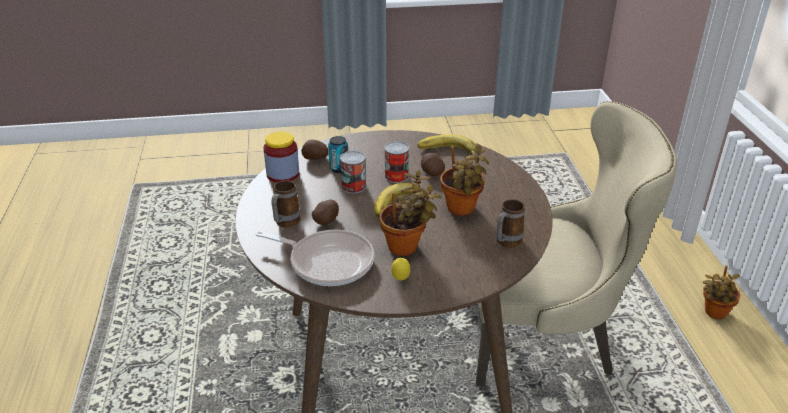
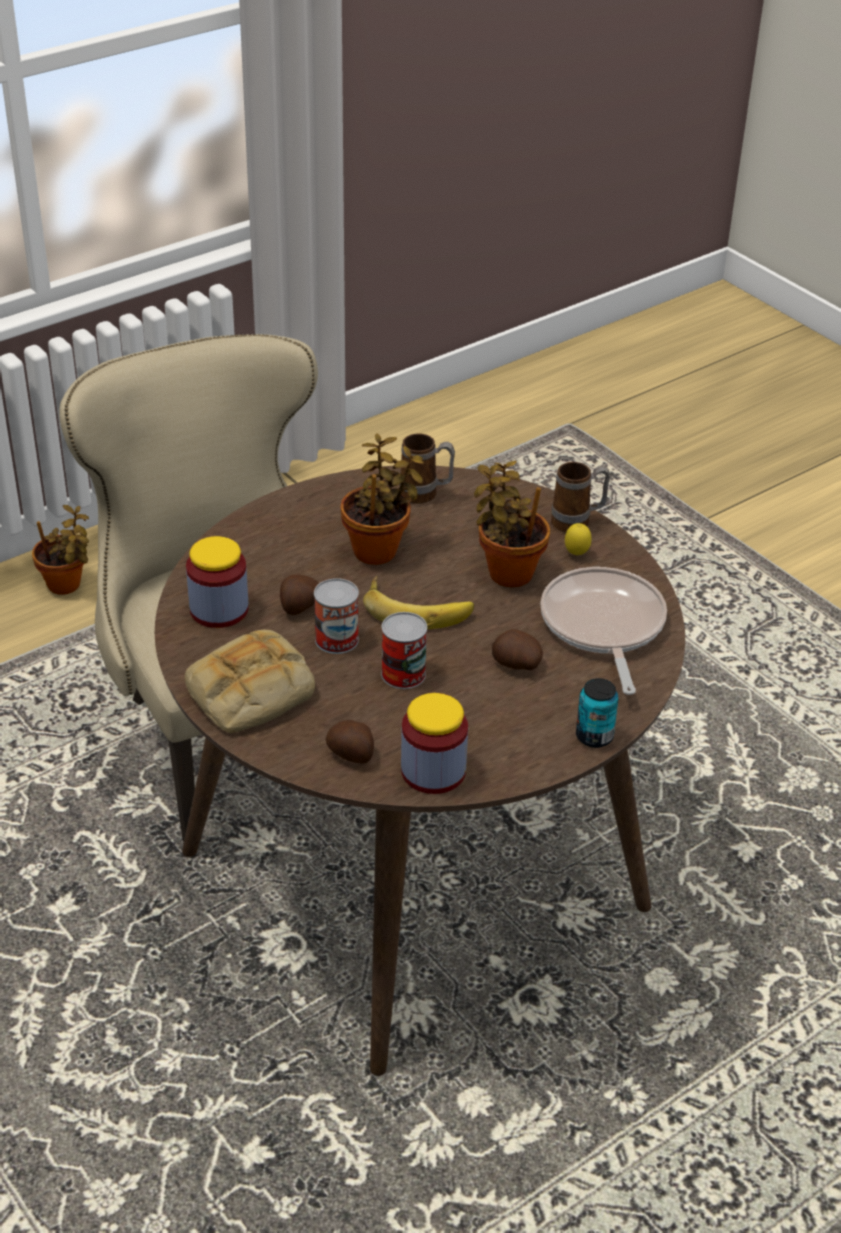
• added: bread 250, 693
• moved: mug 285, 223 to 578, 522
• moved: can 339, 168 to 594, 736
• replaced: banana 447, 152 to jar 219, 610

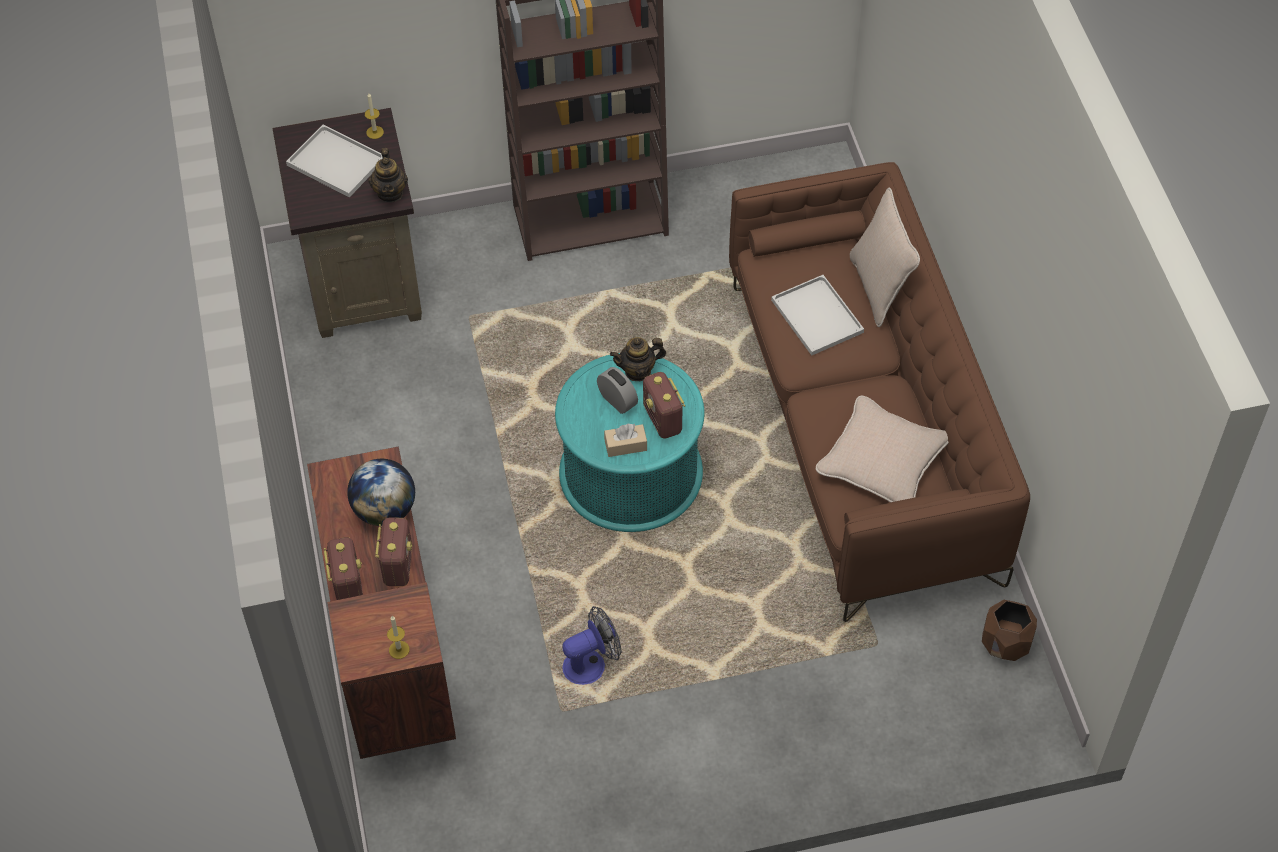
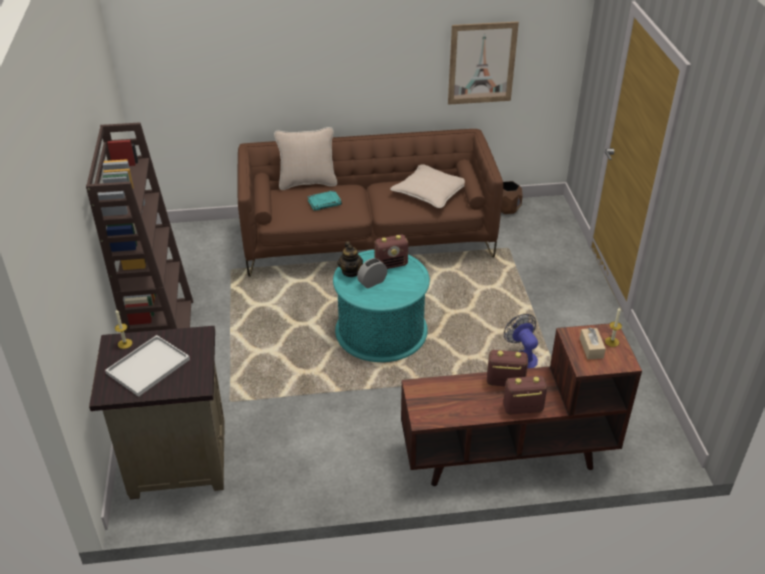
• removed: globe 384, 510
• removed: teapot 390, 193
• added: picture 482, 63
• moved: tissue box in beige 625, 445 to 591, 348
• replaced: tray in white 819, 317 to book in turquoise 325, 202

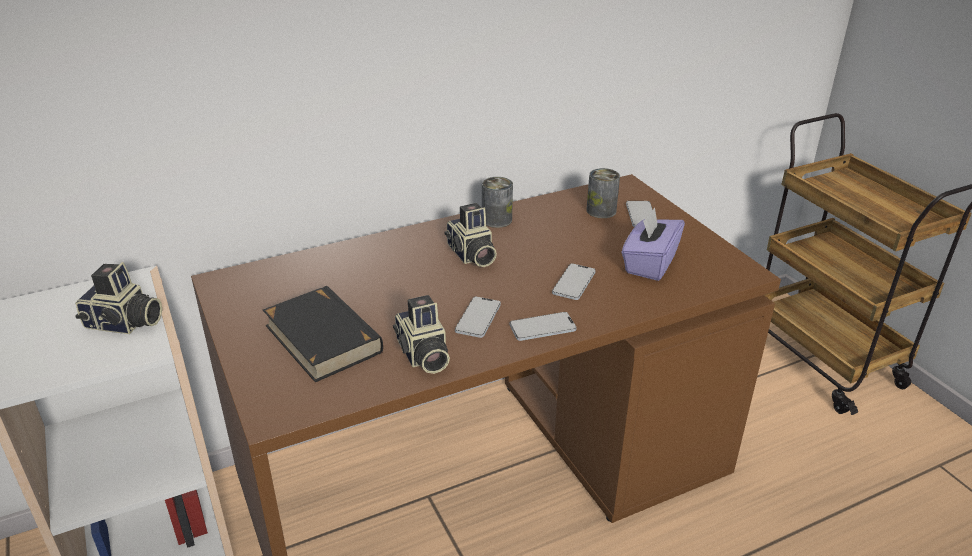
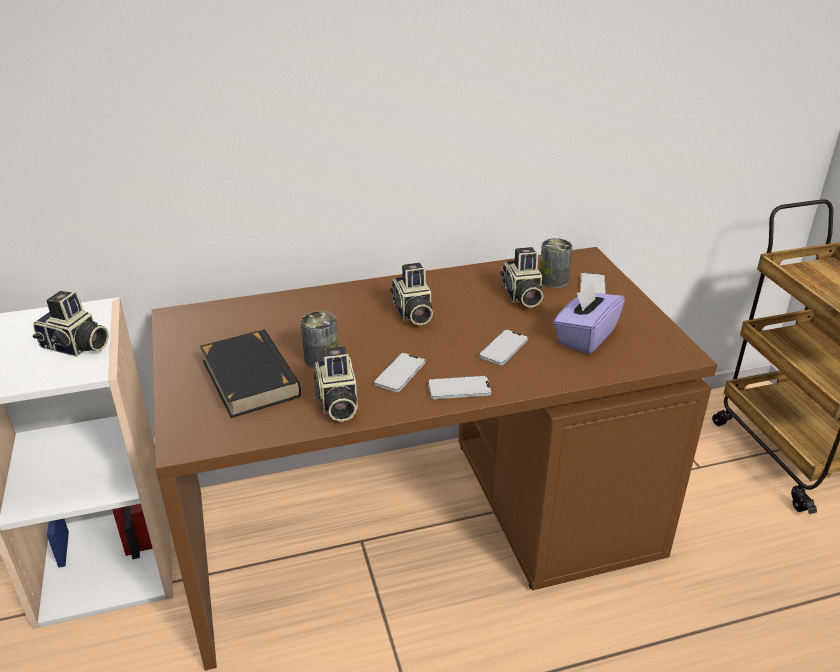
• added: photo camera 521, 296
• moved: can 496, 220 to 321, 359

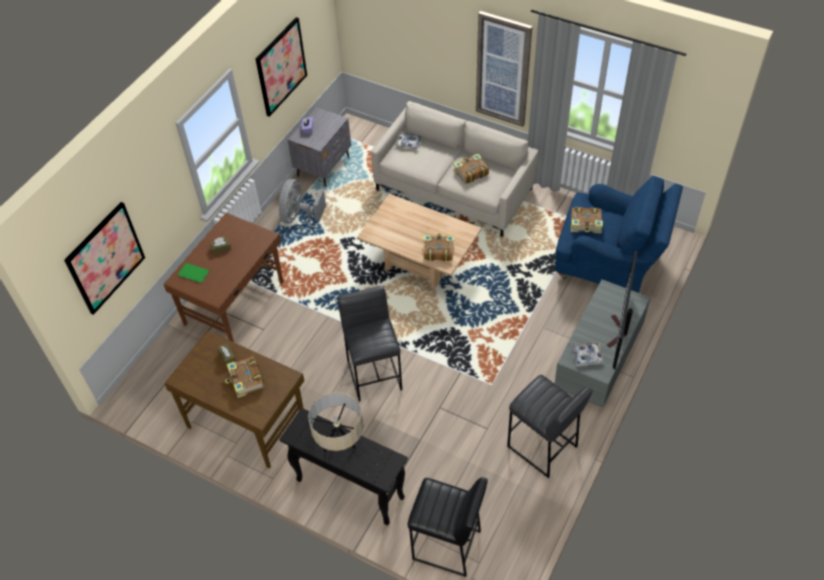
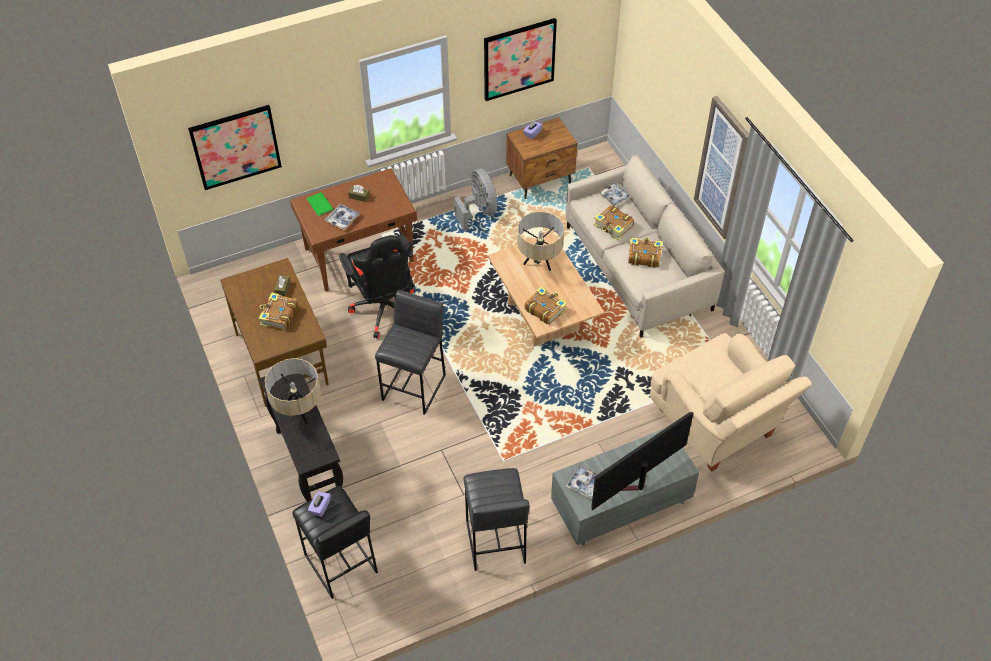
• added: tissue box in purple 320, 507
• added: tray 342, 219
• added: office chair in black 383, 305
• added: table lamp in beige 539, 264
• moved: book 586, 224 to 613, 226
• recoloured: nightstand in grey 324, 167 to nightstand in brown 540, 180
• recoloured: armchair in blue 608, 265 to armchair in beige 716, 426
• turned: fan in grey 299, 216 = 479, 211 105 degrees clockwise

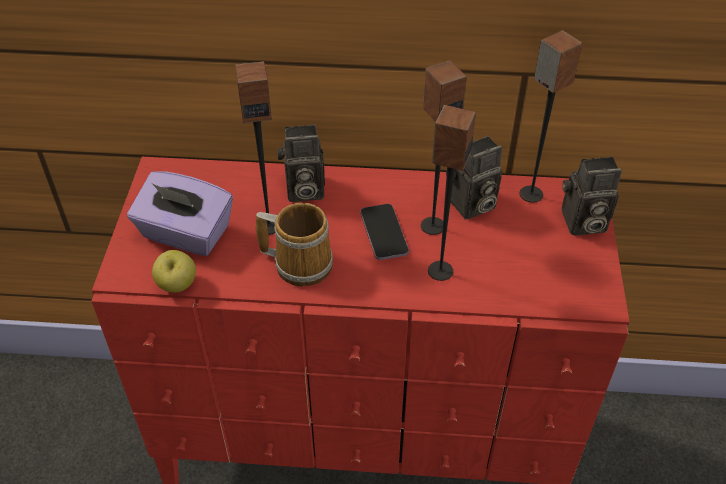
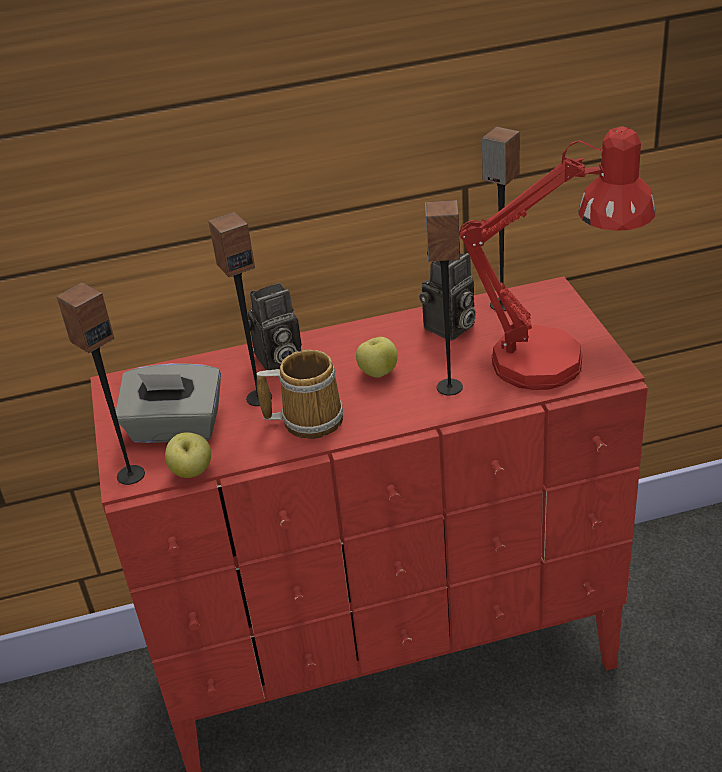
• removed: photo camera 582, 223
• added: table lamp in red 557, 362
• moved: speaker 432, 225 to 130, 475
• replaced: phone 384, 233 to apple 378, 373
• recoloured: tissue box in purple 185, 234 to tissue box in grey 176, 428

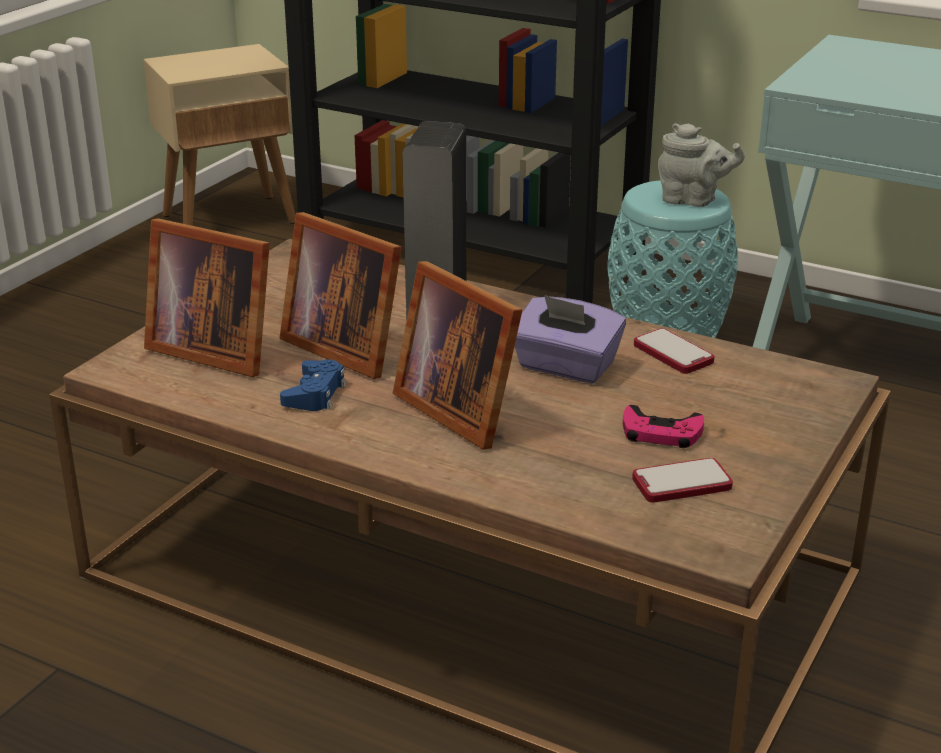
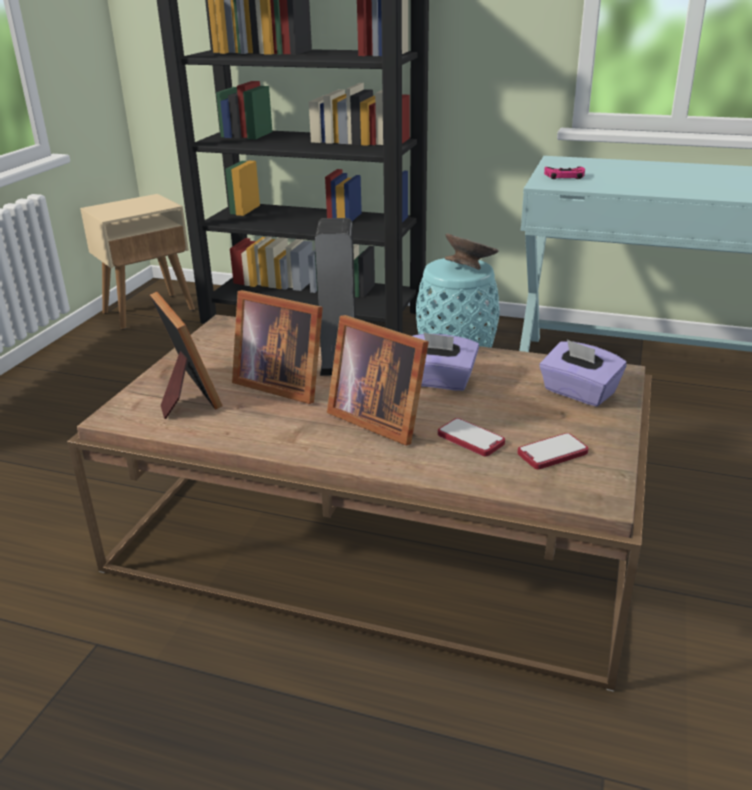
• removed: game controller in blue 315, 394
• added: tissue box in purple 578, 393
• moved: game controller in pink 661, 433 to 564, 176
• moved: phone 673, 353 to 470, 439
• replaced: teapot in grey 693, 201 to bowl in grey 469, 268
• turned: picture frame 212, 349 = 185, 395 135 degrees counterclockwise

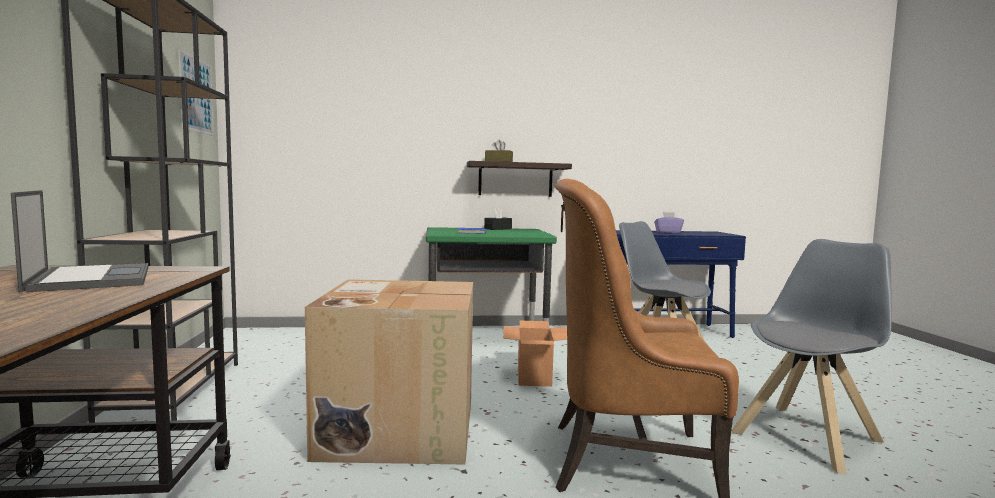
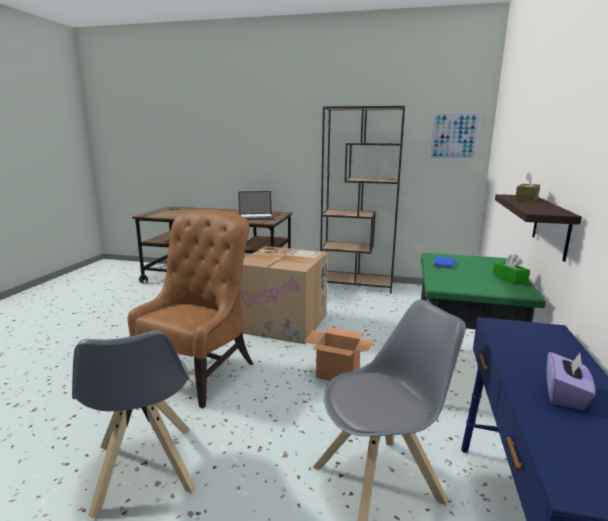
• recoloured: tissue box in black 498, 229 to tissue box in green 509, 278

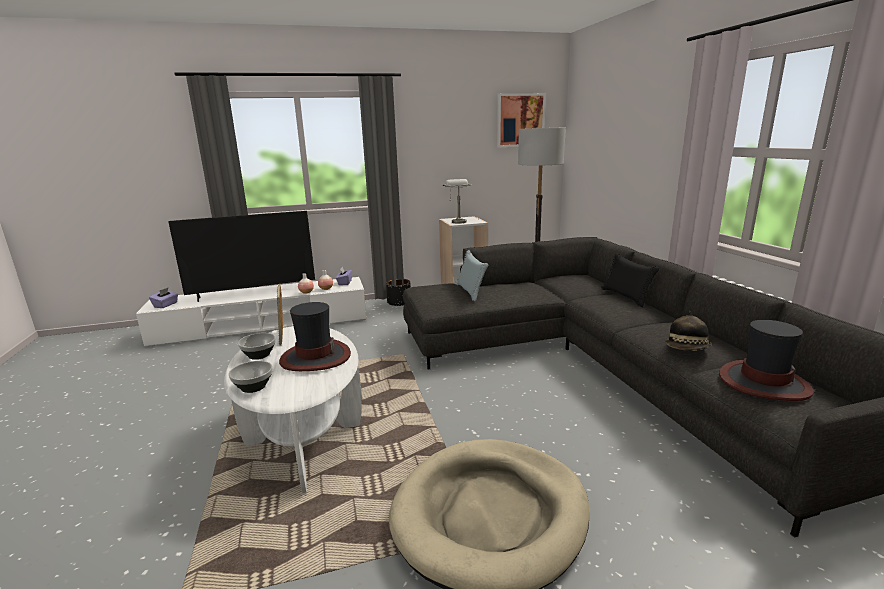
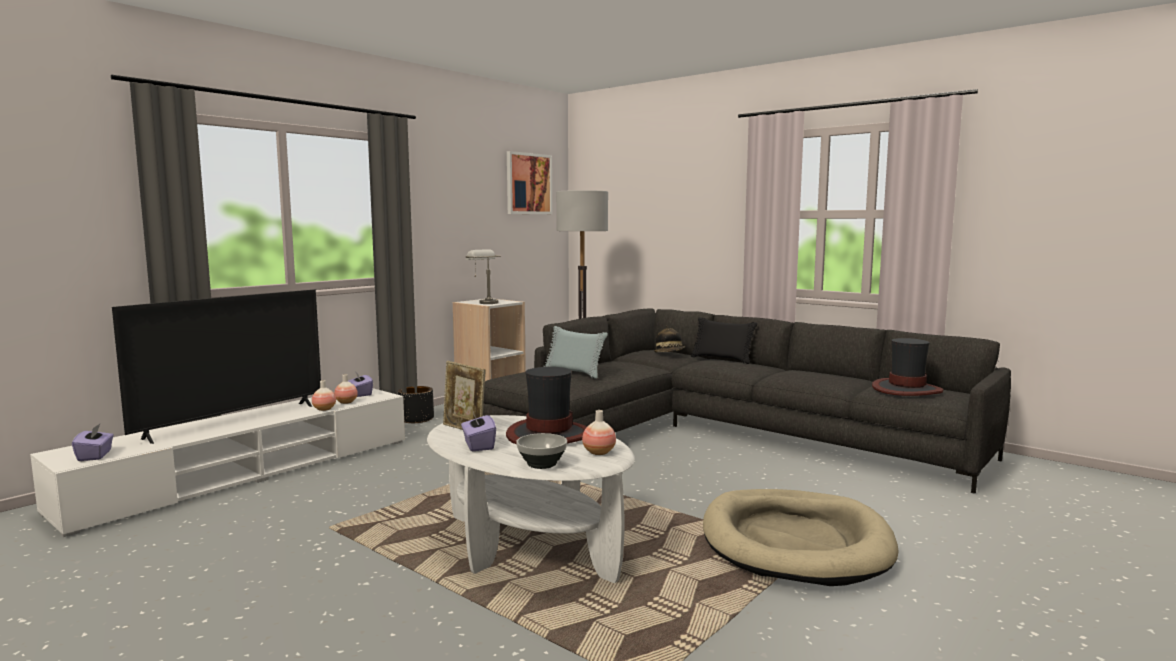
• added: vase 599, 452
• moved: hat 687, 349 to 669, 354
• replaced: bowl 259, 355 to tissue box in purple 478, 445

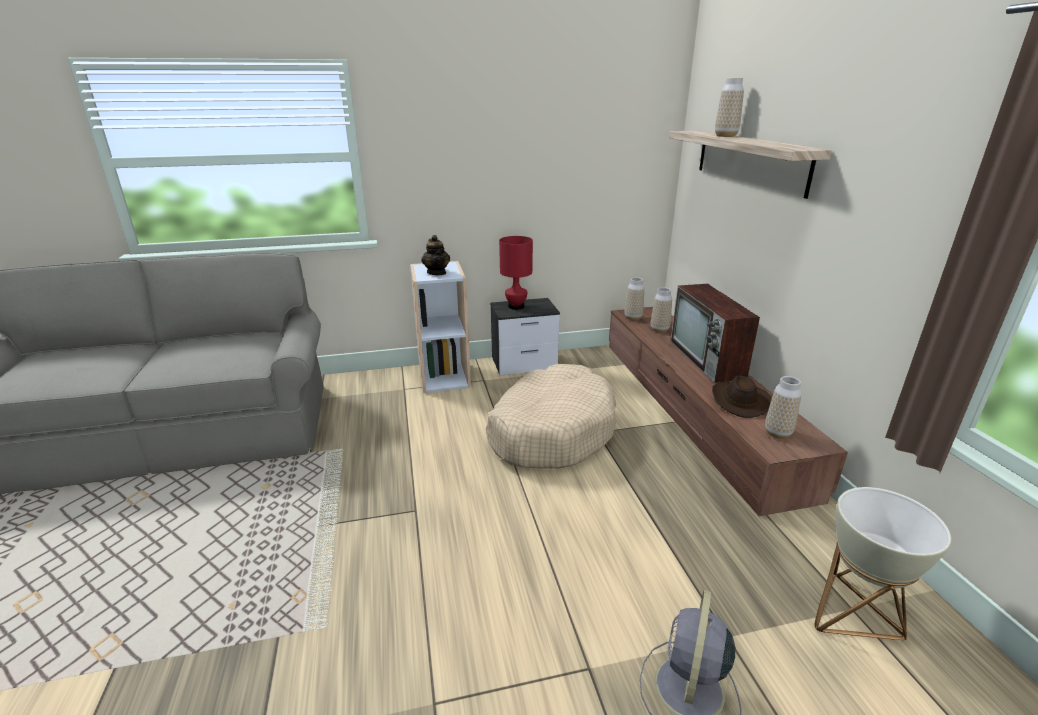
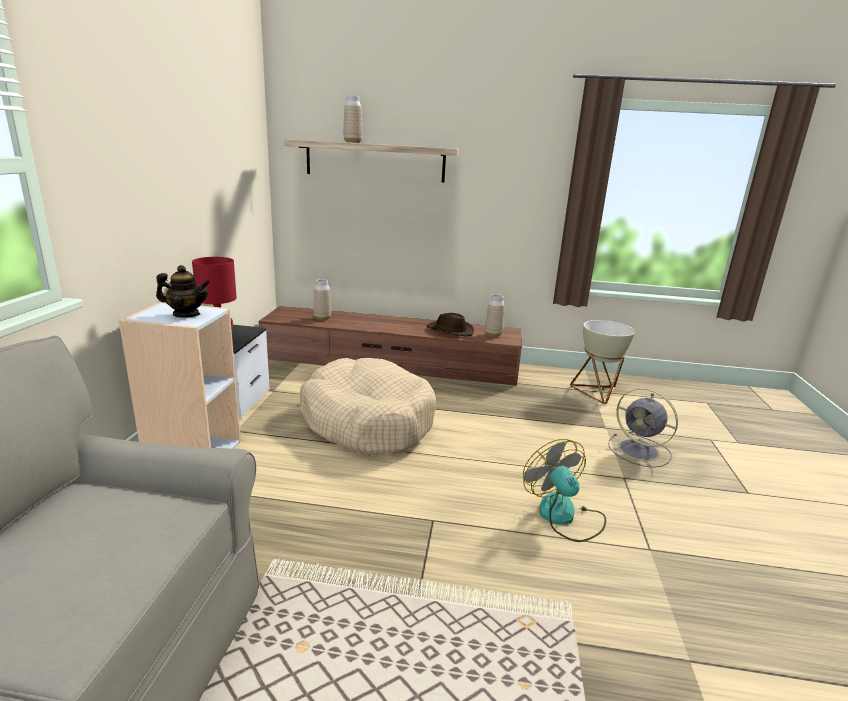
• removed: vase 633, 318
• removed: television 707, 359
• added: fan 564, 516

